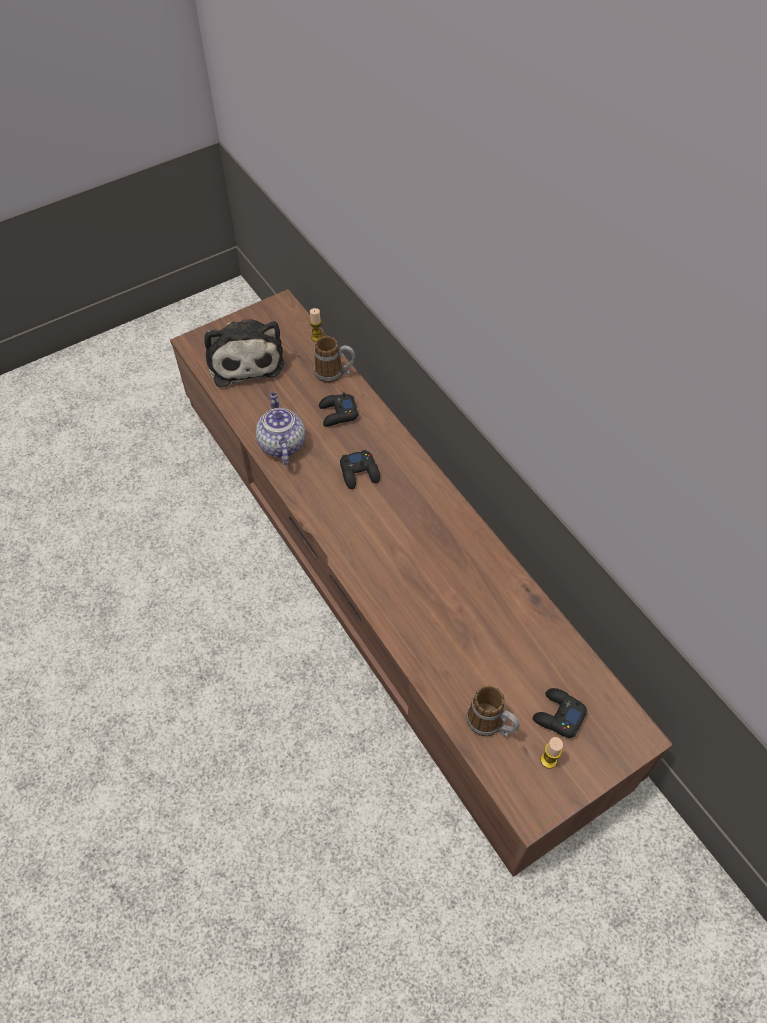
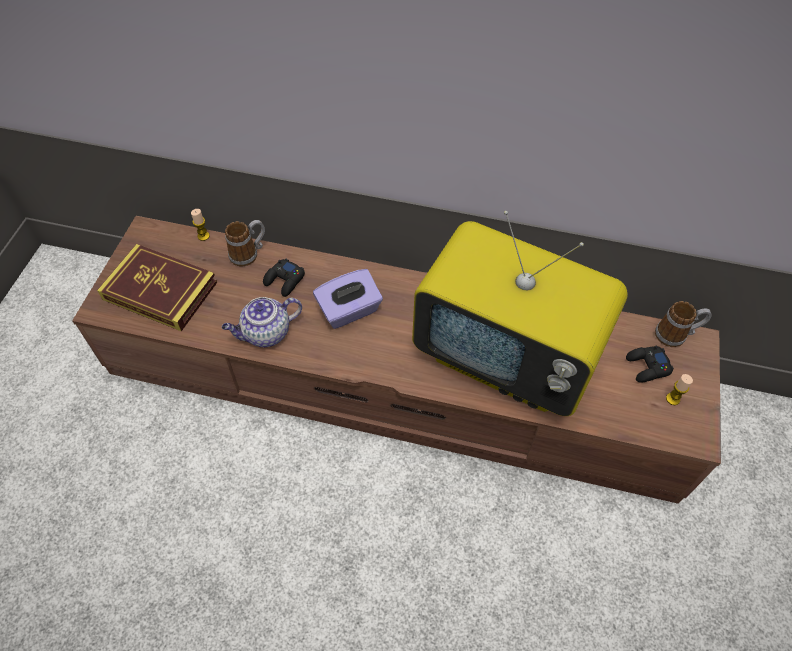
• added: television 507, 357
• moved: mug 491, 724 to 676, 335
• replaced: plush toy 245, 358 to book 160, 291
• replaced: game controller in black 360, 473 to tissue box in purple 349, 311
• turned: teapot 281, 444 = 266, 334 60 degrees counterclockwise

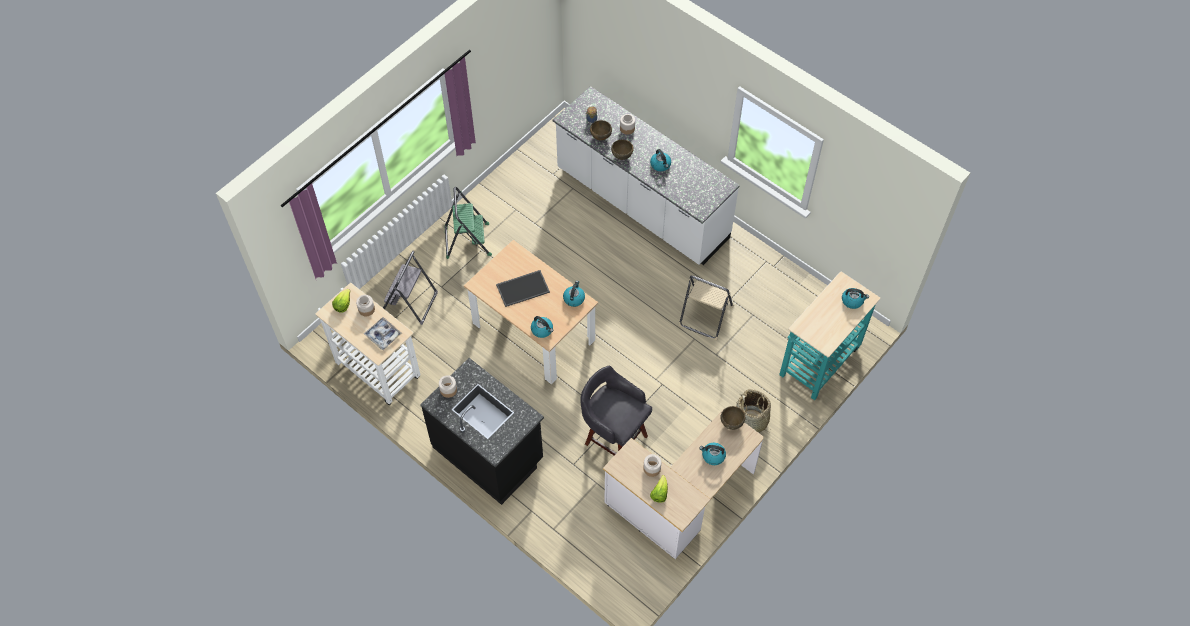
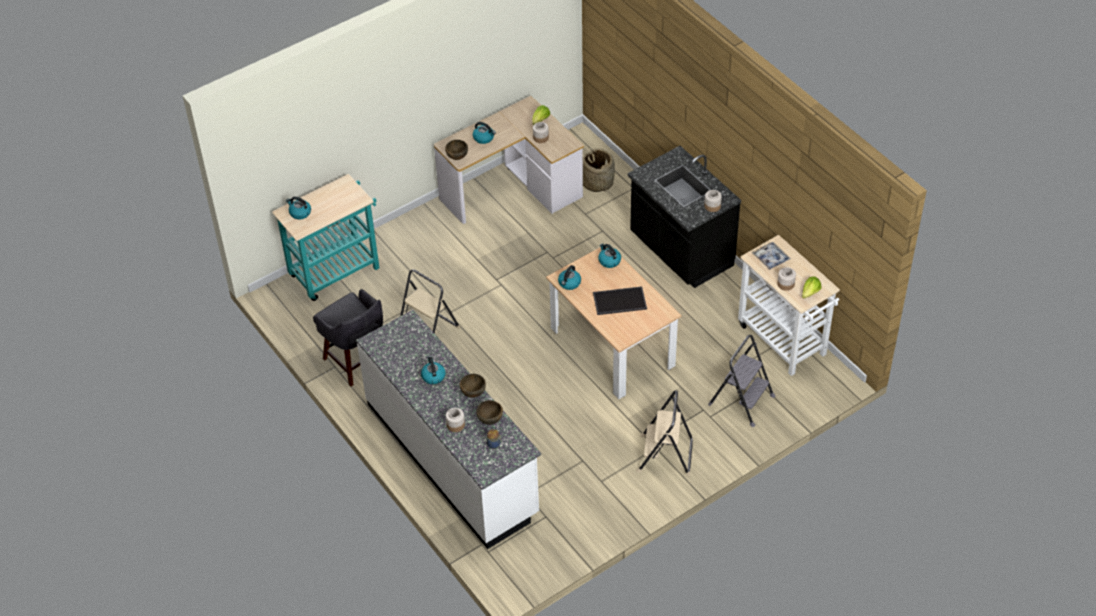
• moved: stool in grey 614, 438 to 356, 363
• moved: basket 751, 420 to 597, 182
• recoloured: step ladder in green 465, 240 to step ladder in beige 667, 455

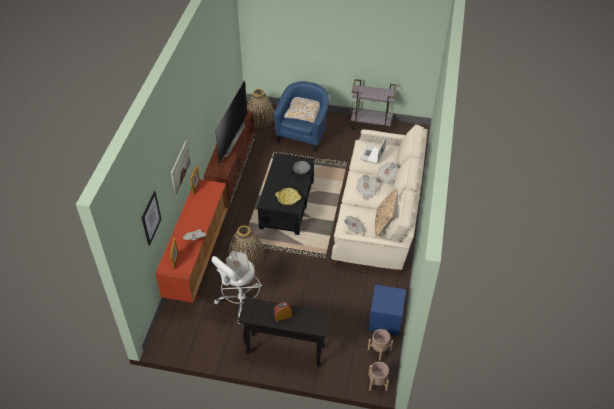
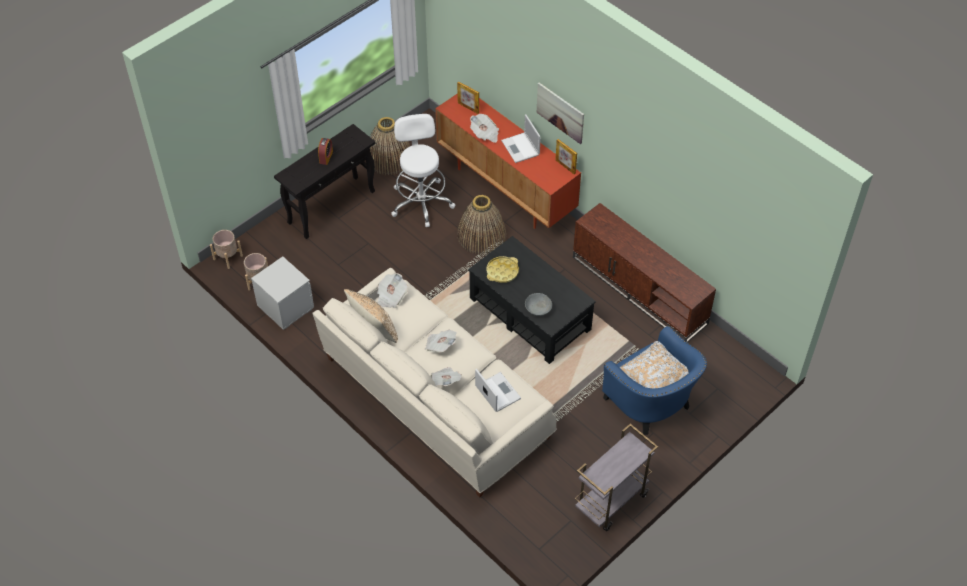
• removed: picture 151, 218
• removed: television 230, 139
• removed: newspaper 238, 269
• added: laptop 521, 148
• moved: basket 260, 117 to 389, 157
• recoloured: nightstand in blue 386, 320 to nightstand in white 285, 308

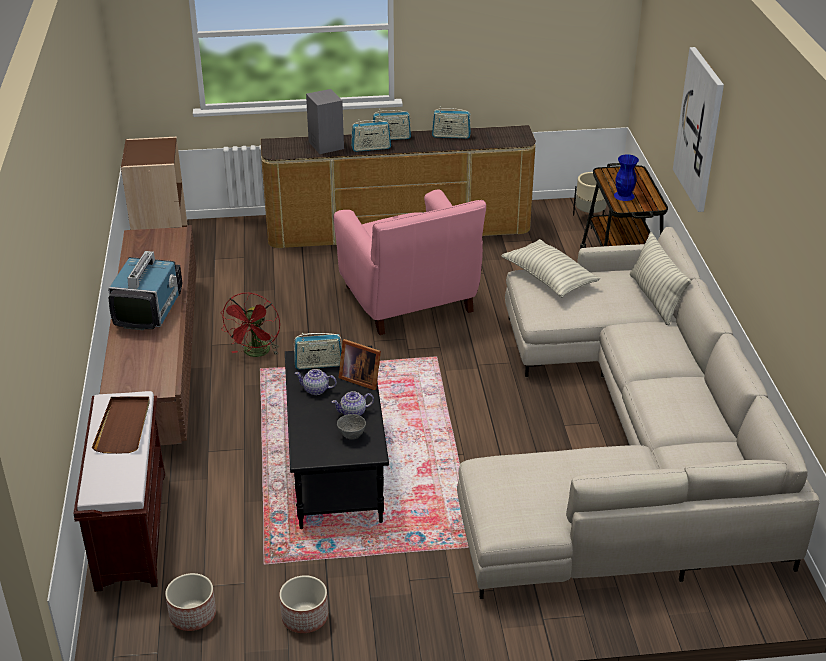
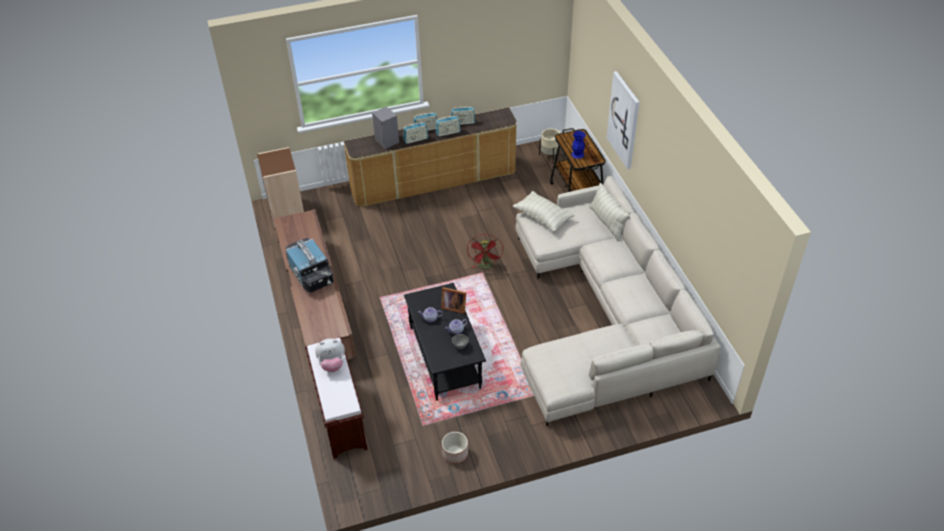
• removed: planter 192, 615
• removed: armchair in pink 409, 301
• moved: fan in red 256, 353 to 486, 266
• moved: radio 319, 364 to 448, 132
• replaced: tray in brown 123, 426 to plush toy 332, 364
• turned: television 149, 309 = 311, 276 150 degrees clockwise

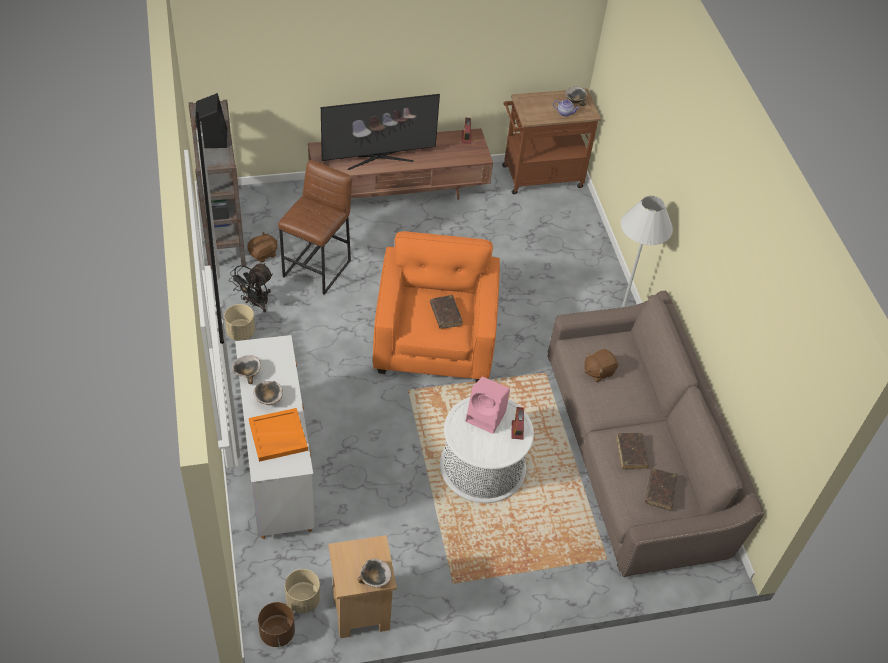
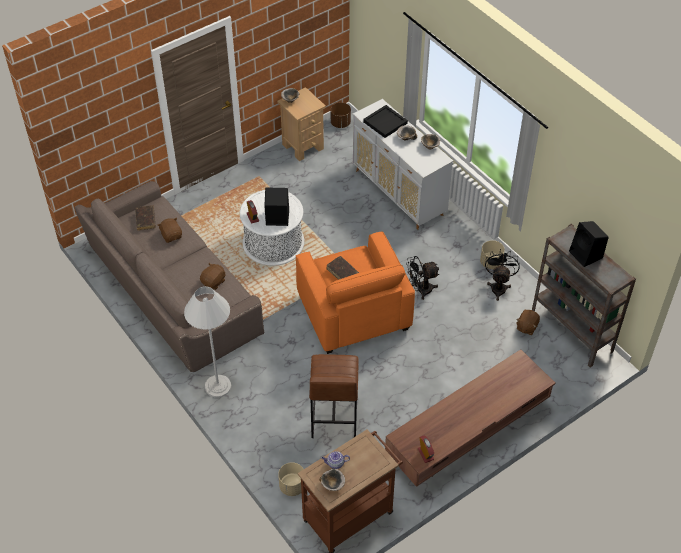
• removed: television 378, 158
• added: fan in black 420, 290
• moved: stool in brown 317, 268 to 334, 419
• moved: planter in beige 303, 599 to 292, 486
• replaced: book in brown 631, 453 to plush toy in brown 171, 235
• recoloured: tray in orange 277, 436 to tray in black 385, 122
• recoloured: speaker in pink 486, 417 to speaker in black 276, 217

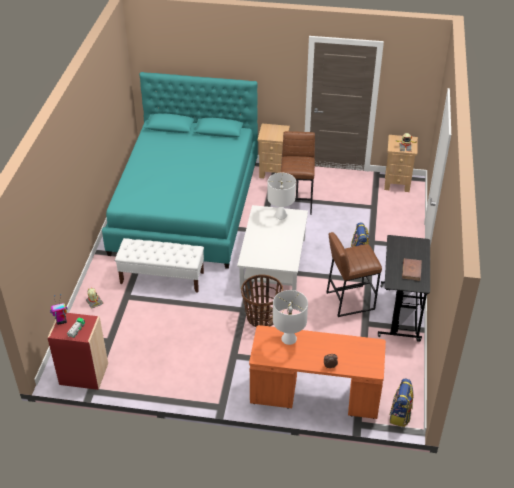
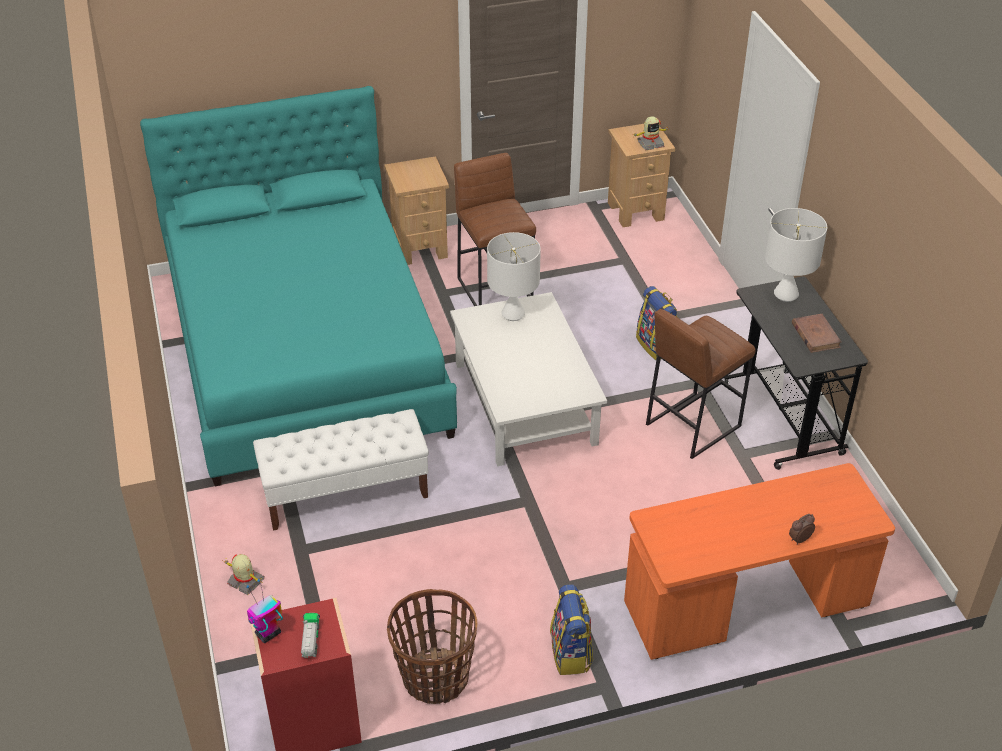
• moved: basket 261, 317 to 435, 678
• moved: table lamp in white 288, 340 to 785, 296
• moved: backpack 400, 415 to 571, 653

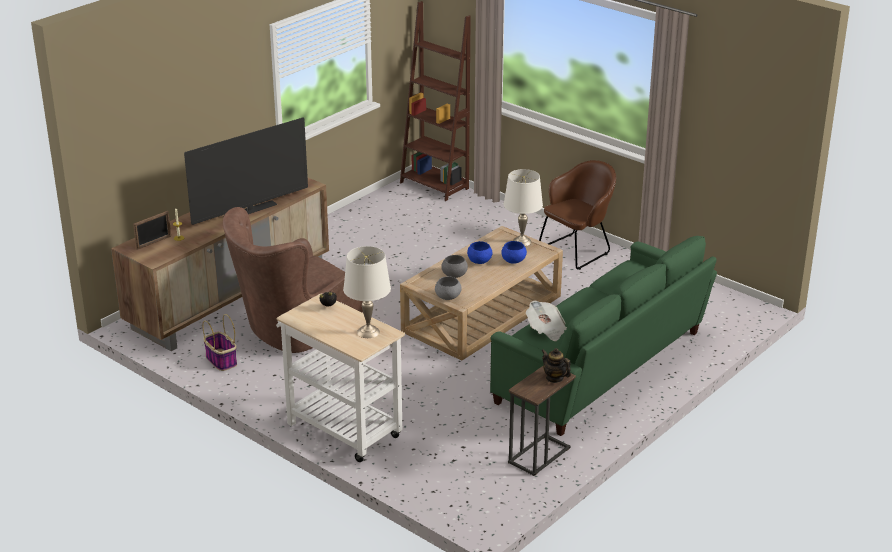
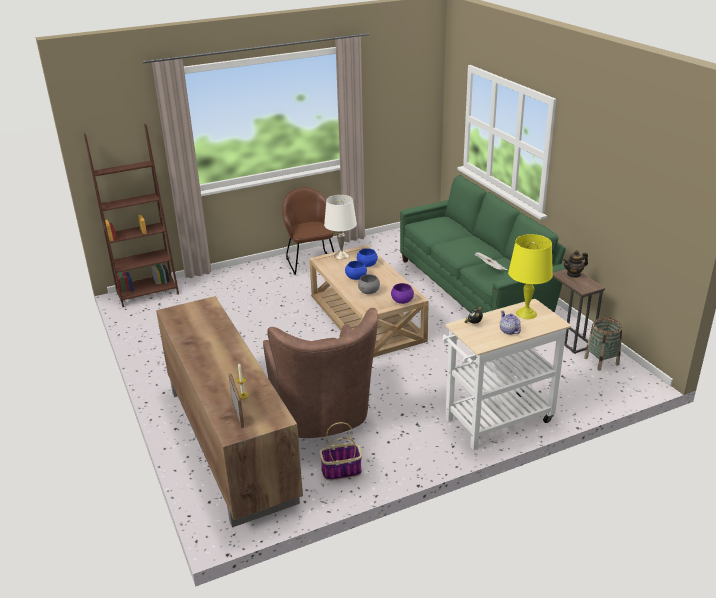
• removed: television 250, 211
• added: teapot 509, 331
• added: basket 601, 361
• recoloured: table lamp in white 368, 332 to table lamp in yellow 526, 313
• recoloured: bowl in grey 447, 297 to bowl in purple 402, 301

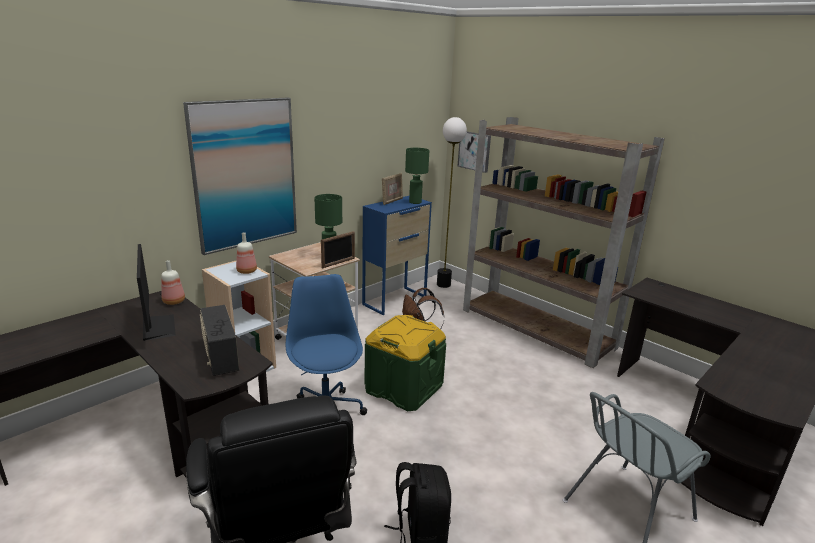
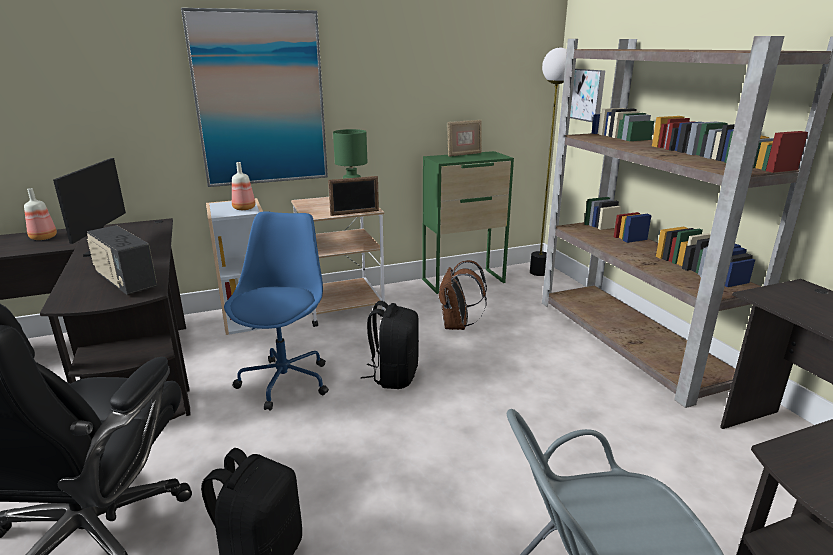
• removed: table lamp in green 415, 202
• moved: bottle 174, 301 to 44, 237
• replaced: storage box in green 403, 388 to backpack in black 394, 376
• recoloured: cabinet in blue 396, 300 to cabinet in green 465, 281
• turned: radio 220, 357 = 125, 282 45 degrees counterclockwise

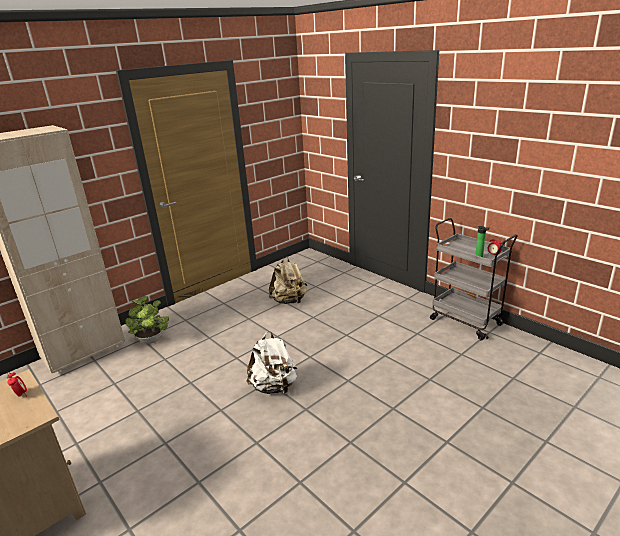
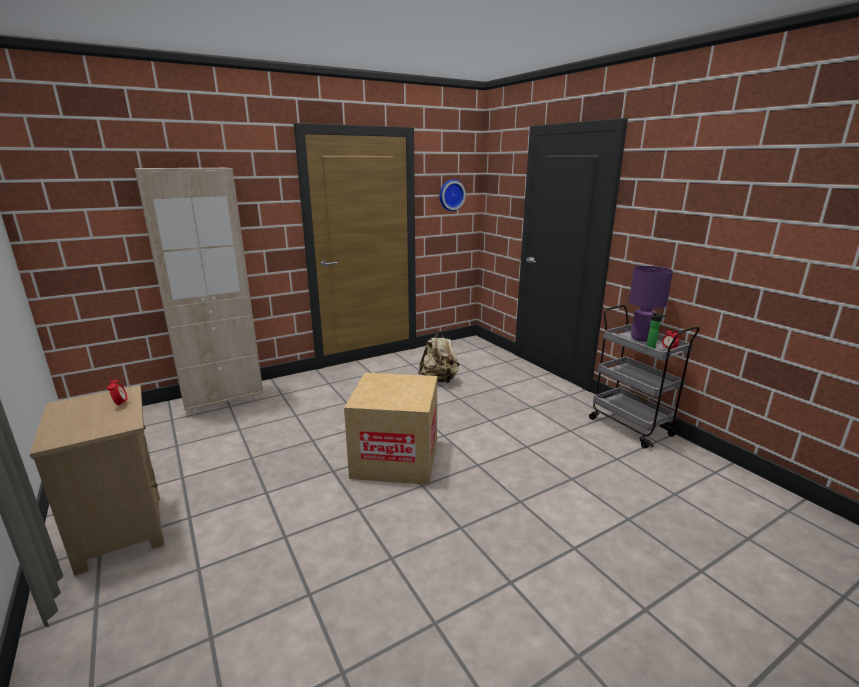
• removed: potted plant 151, 341
• added: wall clock 451, 195
• added: table lamp in purple 640, 339
• replaced: backpack in white 274, 387 to cardboard box 395, 458

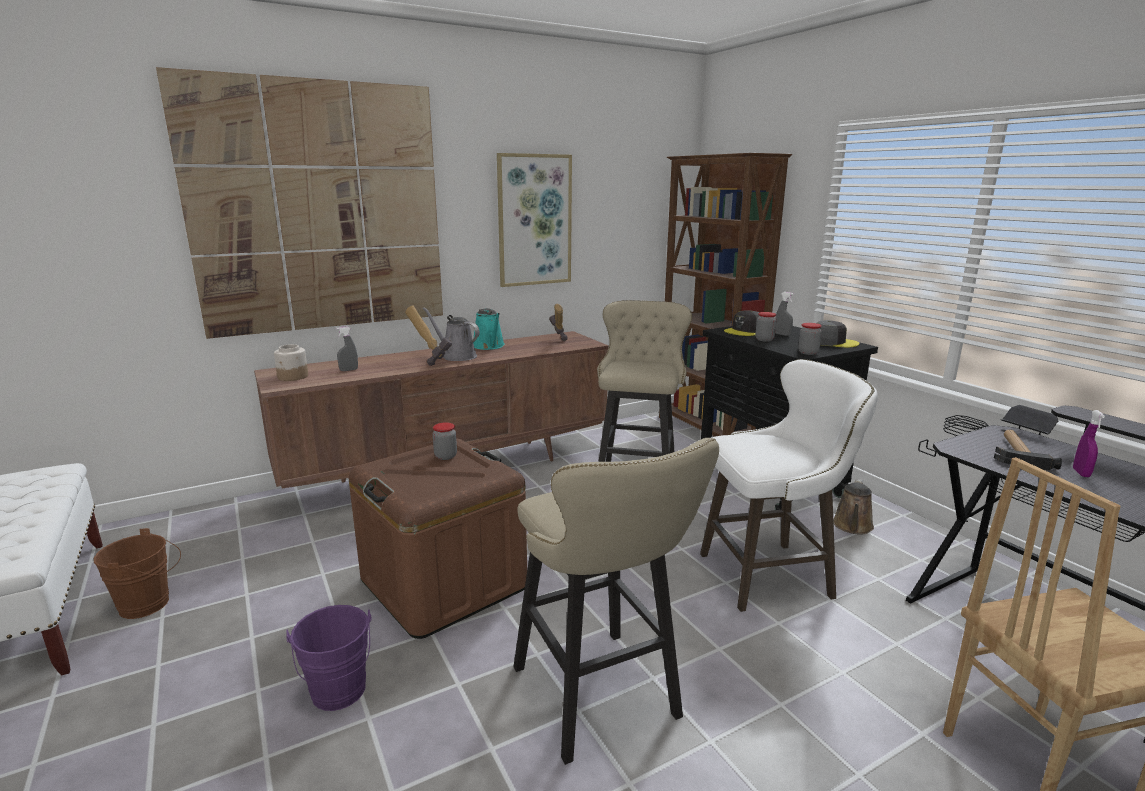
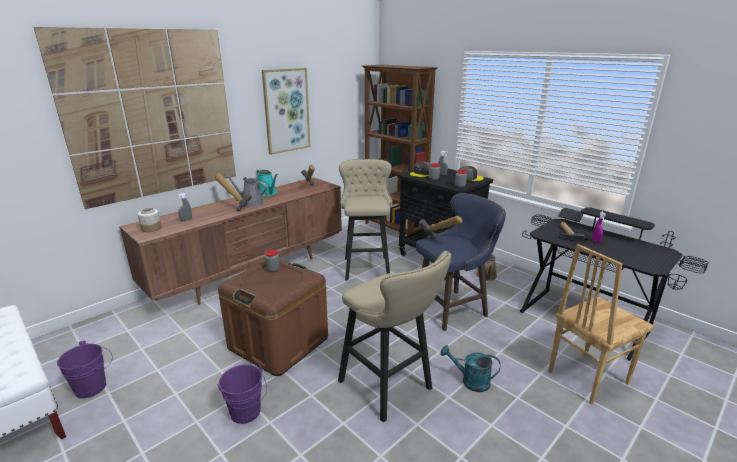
• added: hammer 438, 244
• added: watering can in turquoise 470, 381
• recoloured: bucket in brown 150, 604 to bucket in purple 94, 387
• recoloured: stool in white 771, 574 to stool in blue 453, 309

